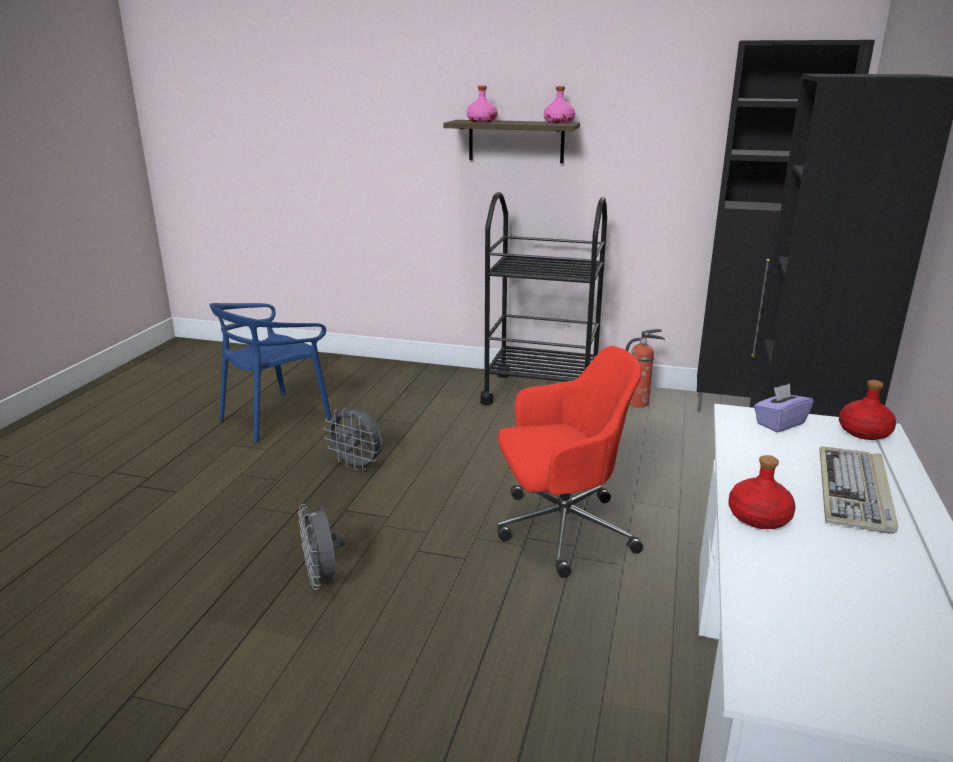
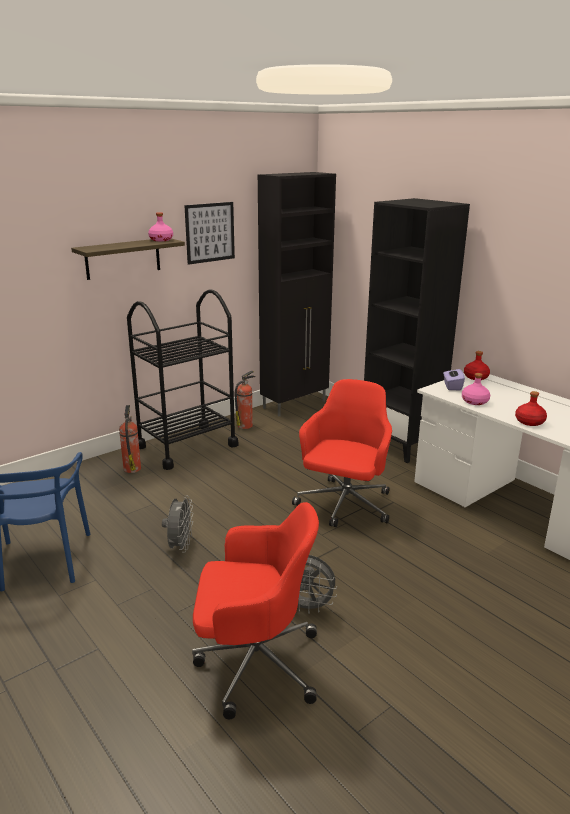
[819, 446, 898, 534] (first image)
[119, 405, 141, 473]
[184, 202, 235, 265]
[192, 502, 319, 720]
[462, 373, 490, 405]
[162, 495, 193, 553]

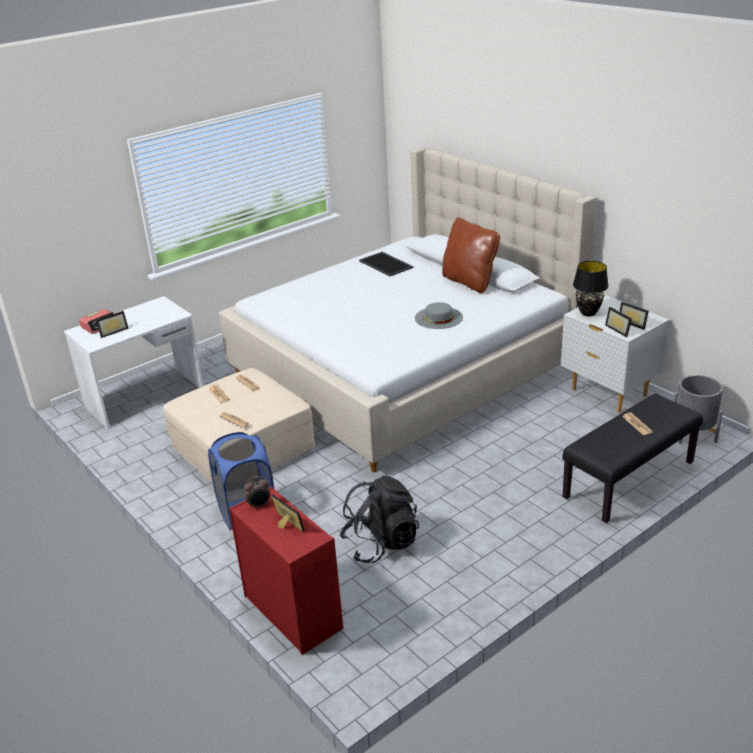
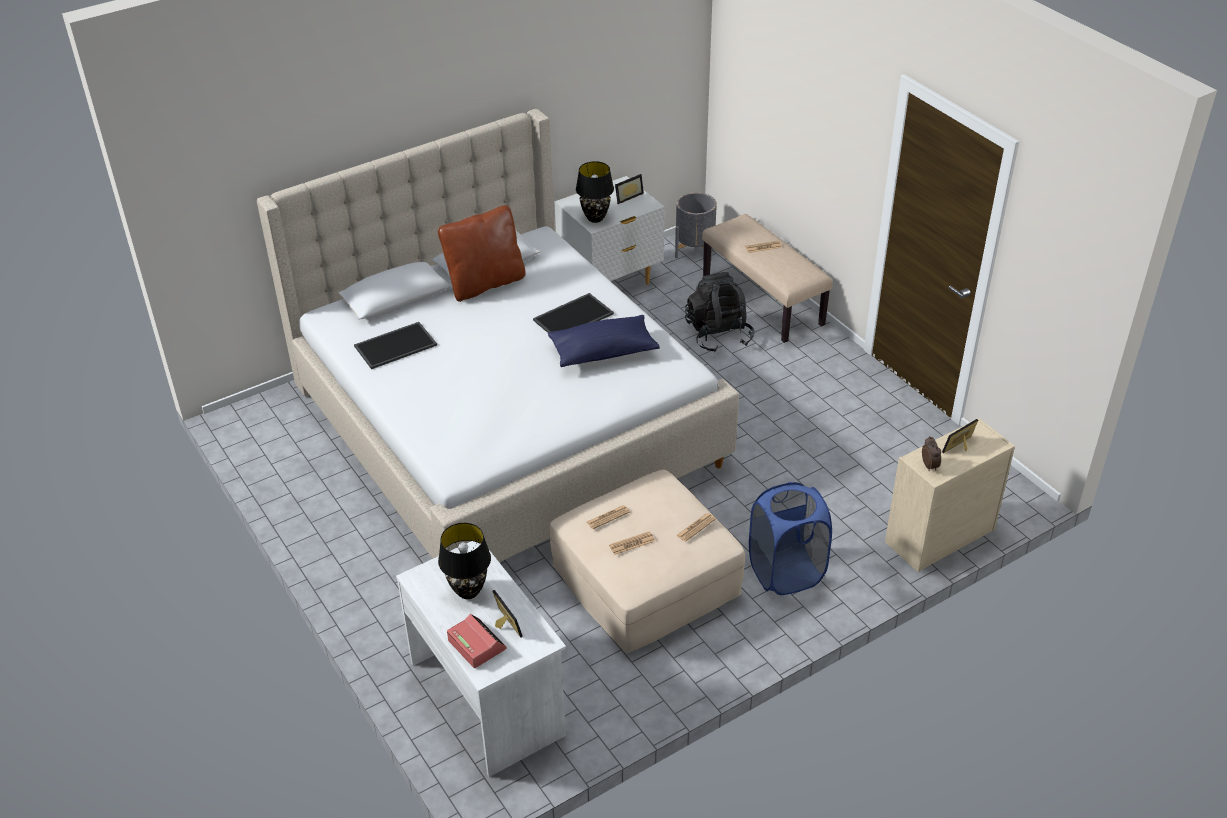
[605, 307, 632, 337] (first image)
[438, 523, 491, 599]
[548, 315, 660, 367]
[685, 272, 755, 352]
[533, 293, 614, 333]
[885, 418, 1015, 572]
[702, 214, 833, 343]

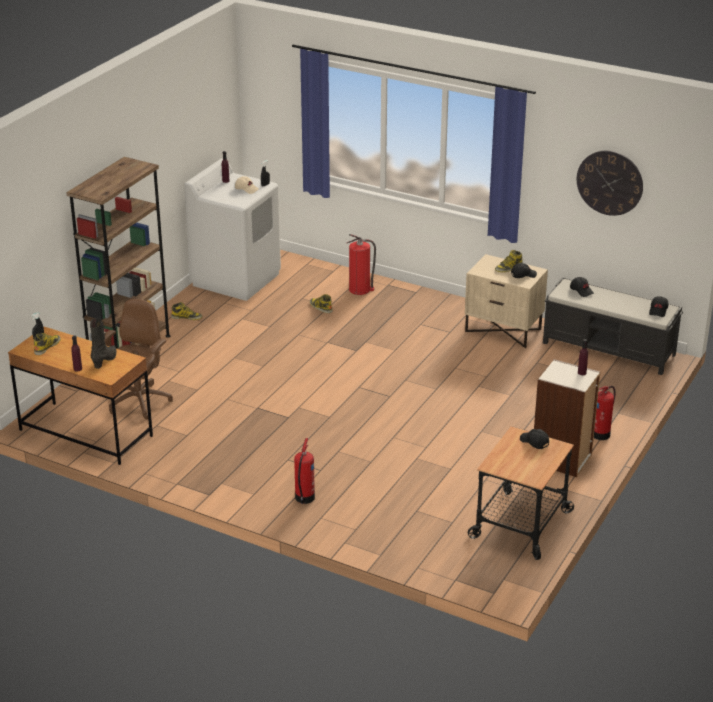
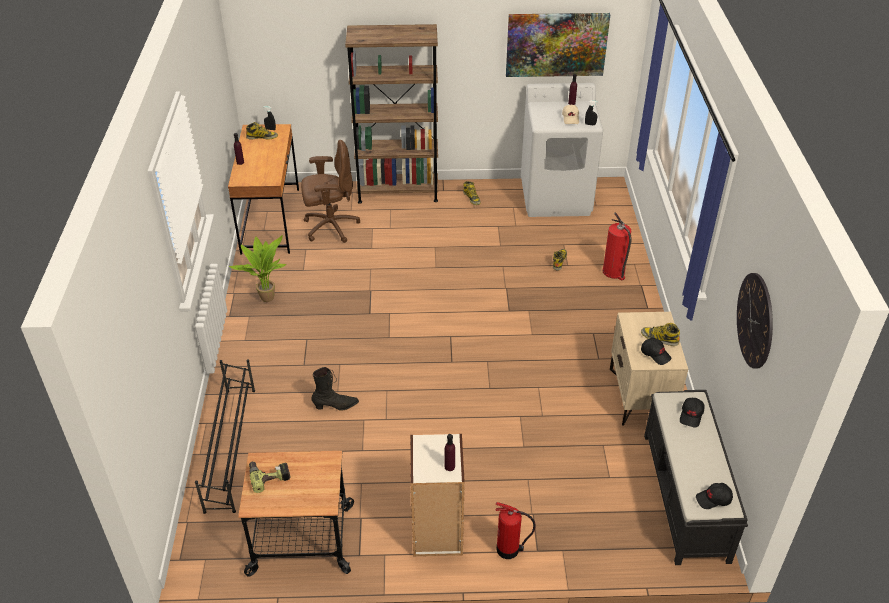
[294, 438, 315, 504] (first image)
[520, 429, 549, 449] (first image)
[195, 359, 255, 514]
[229, 235, 286, 302]
[249, 462, 291, 493]
[506, 13, 610, 77]
[312, 367, 359, 411]

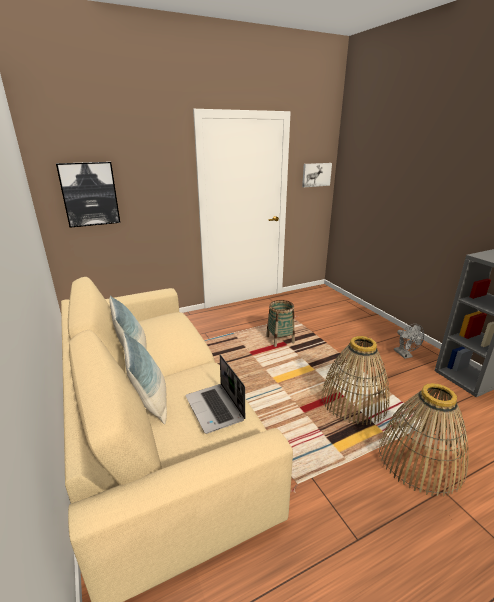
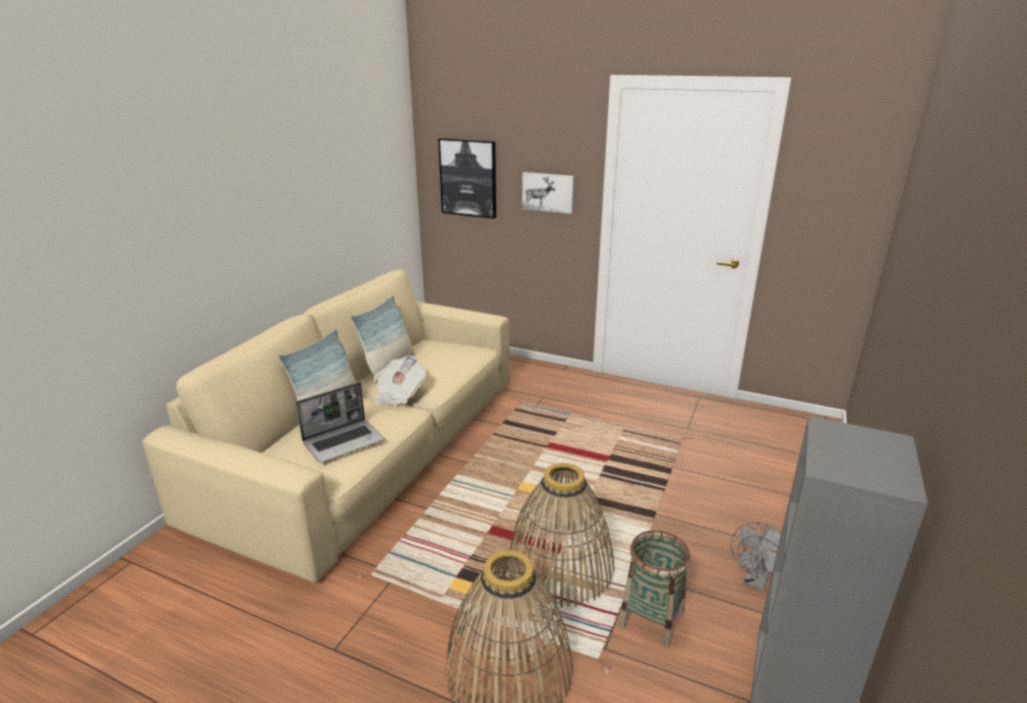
[375, 356, 426, 405]
[619, 530, 690, 647]
[522, 172, 575, 214]
[296, 382, 384, 463]

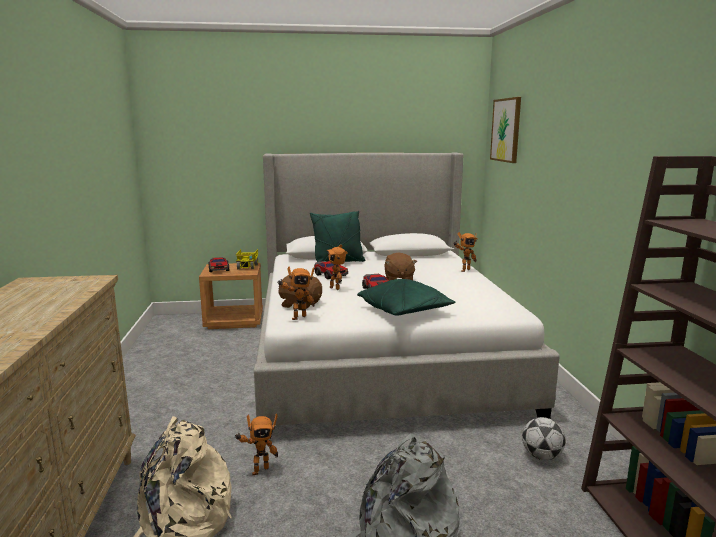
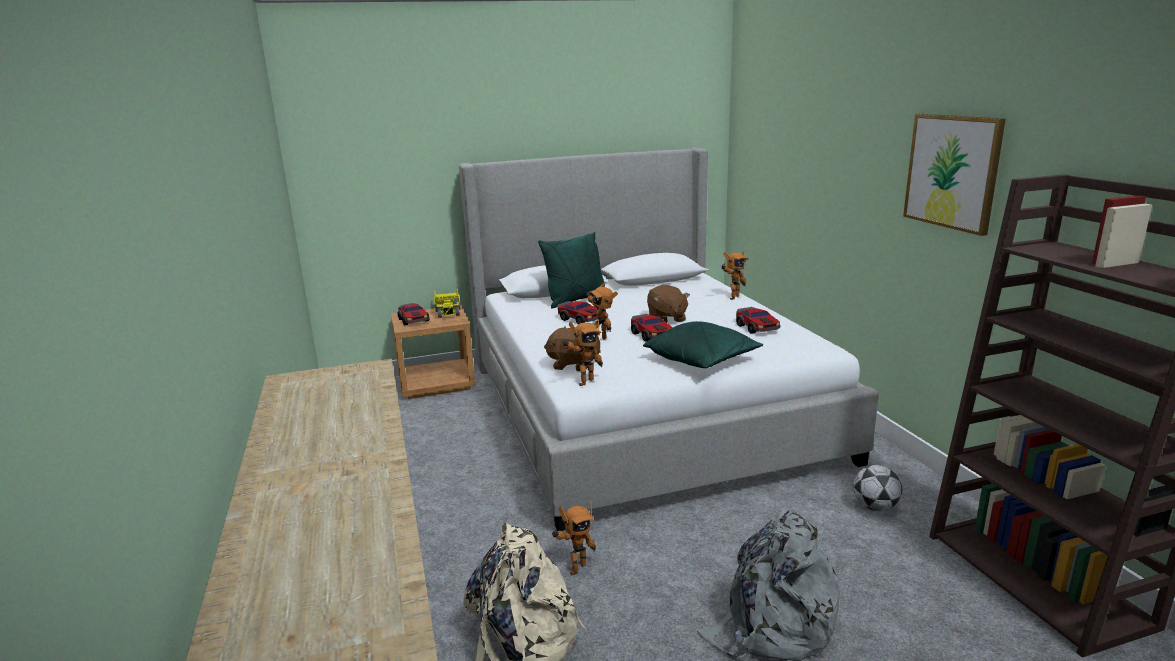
[736, 307, 780, 334]
[903, 114, 1006, 236]

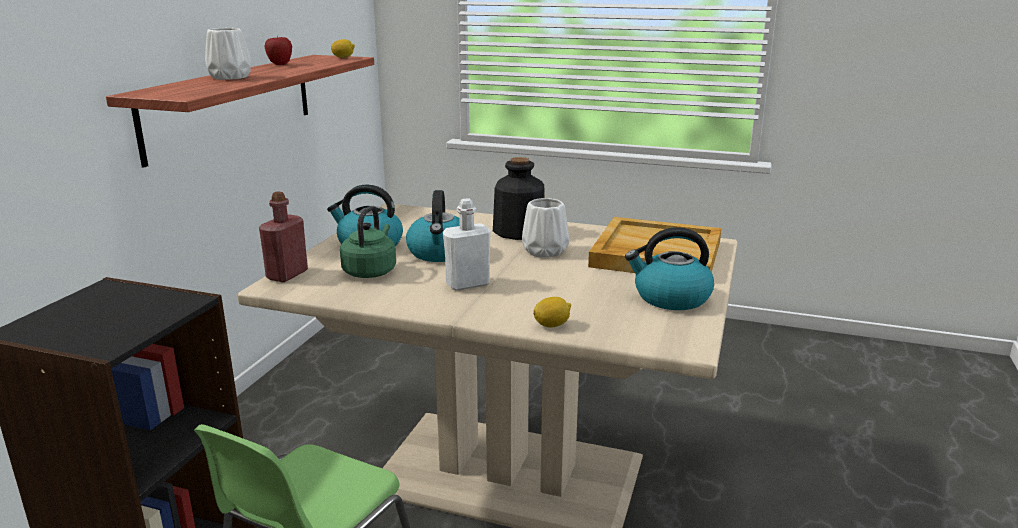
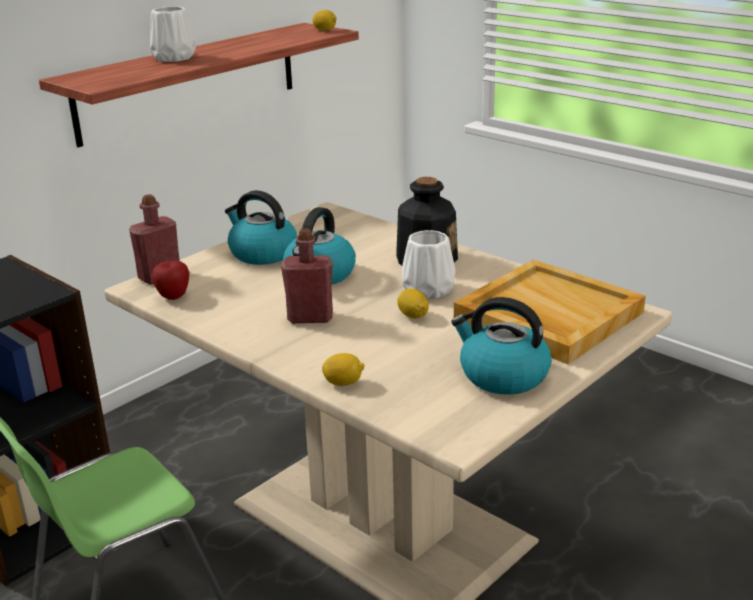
[340, 206, 396, 278] (first image)
[397, 288, 429, 319]
[151, 260, 190, 300]
[281, 229, 333, 323]

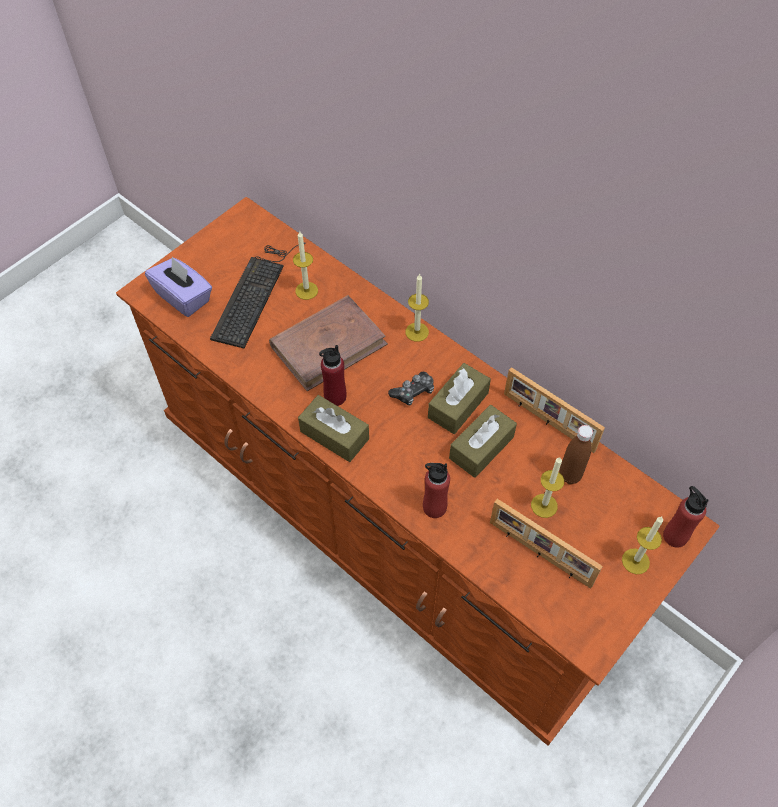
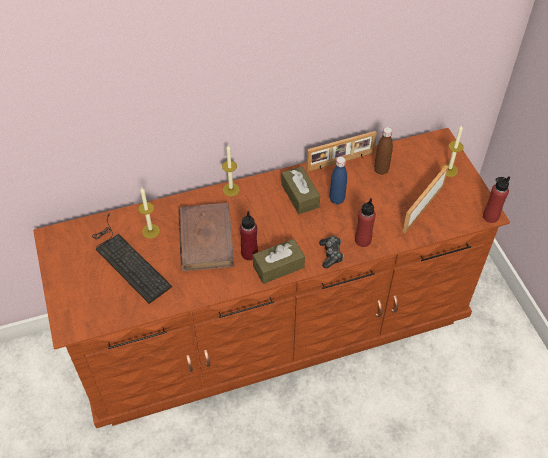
[145, 257, 212, 317] (first image)
[531, 457, 564, 518] (first image)
[319, 236, 344, 268]
[483, 176, 510, 223]
[330, 157, 347, 205]
[402, 165, 449, 233]

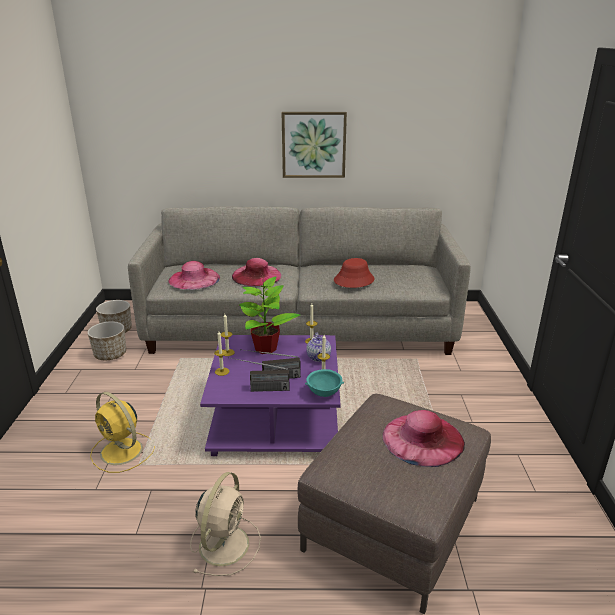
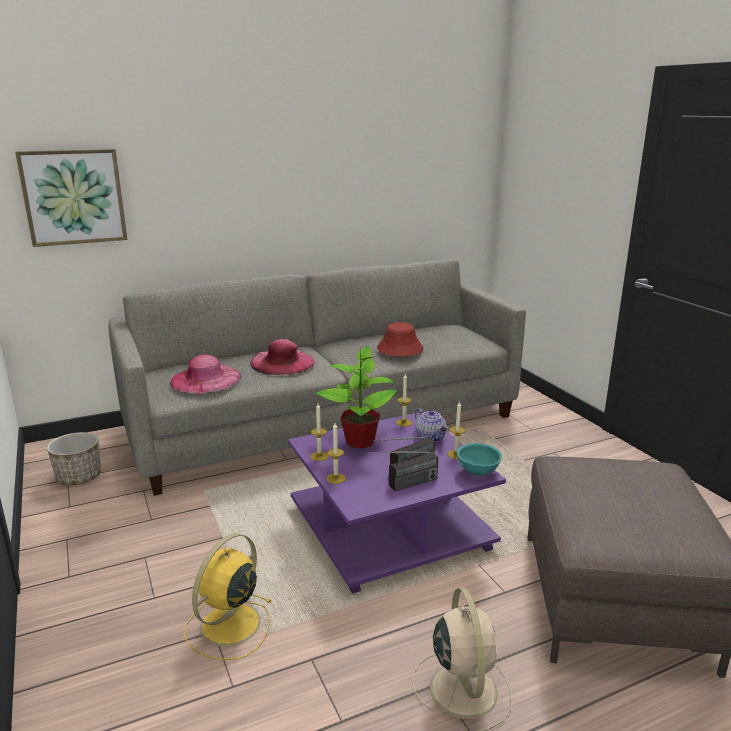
[87, 321, 126, 360] (first image)
[382, 410, 465, 467] (first image)
[15, 149, 127, 247]
[184, 533, 271, 660]

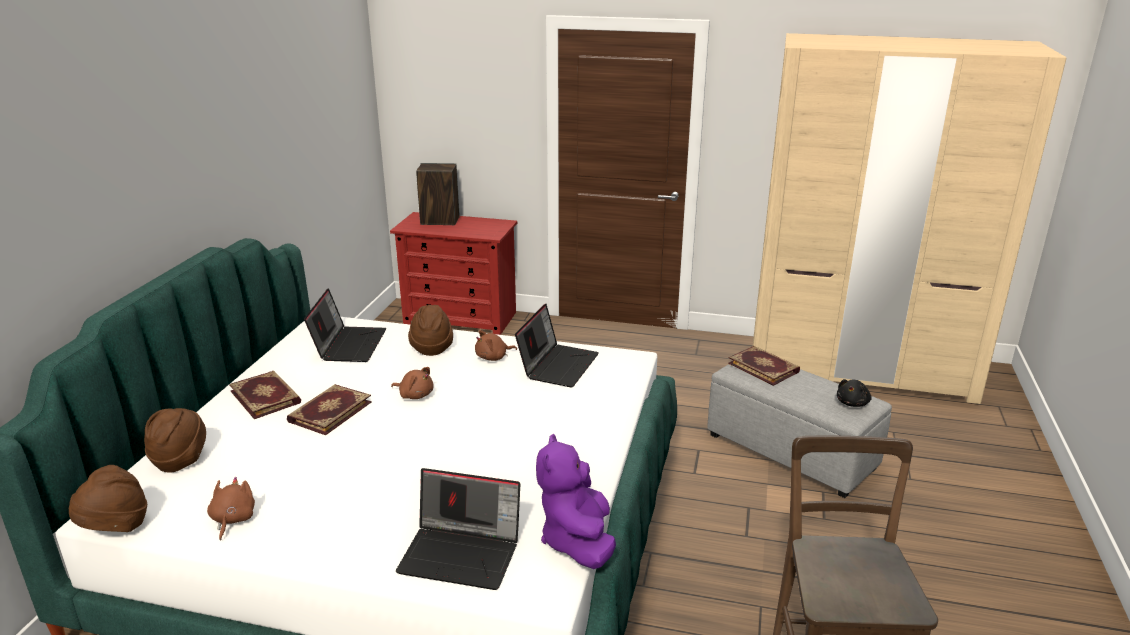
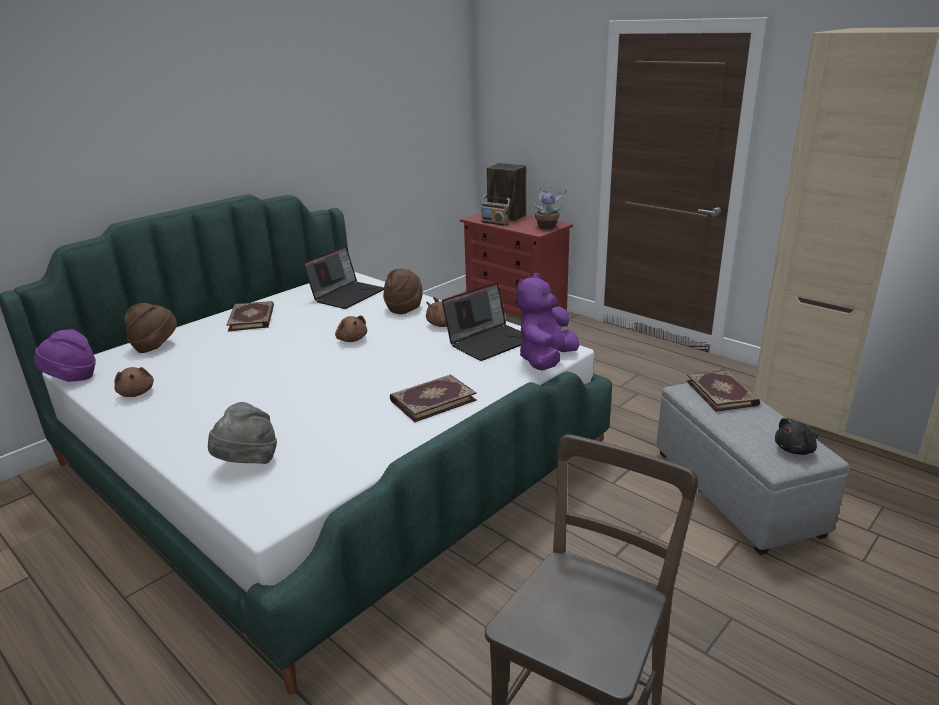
[481, 195, 510, 226]
[534, 187, 567, 229]
[390, 375, 477, 422]
[517, 273, 579, 370]
[208, 402, 277, 464]
[34, 329, 96, 382]
[114, 367, 154, 397]

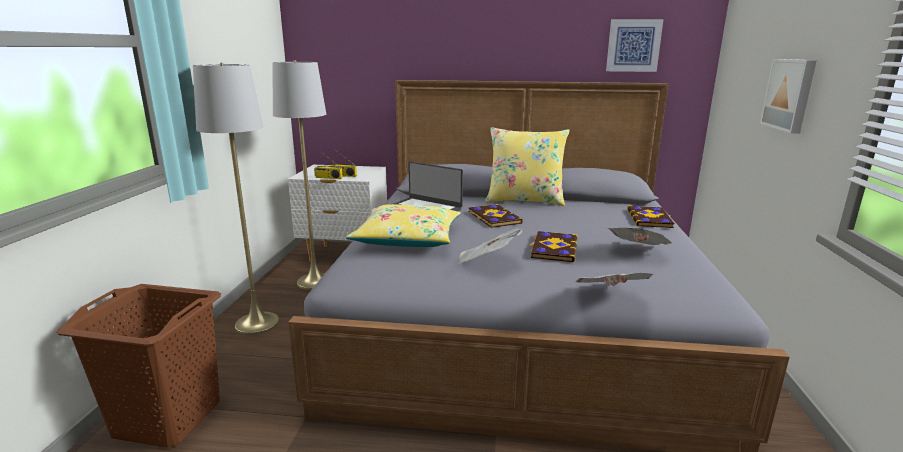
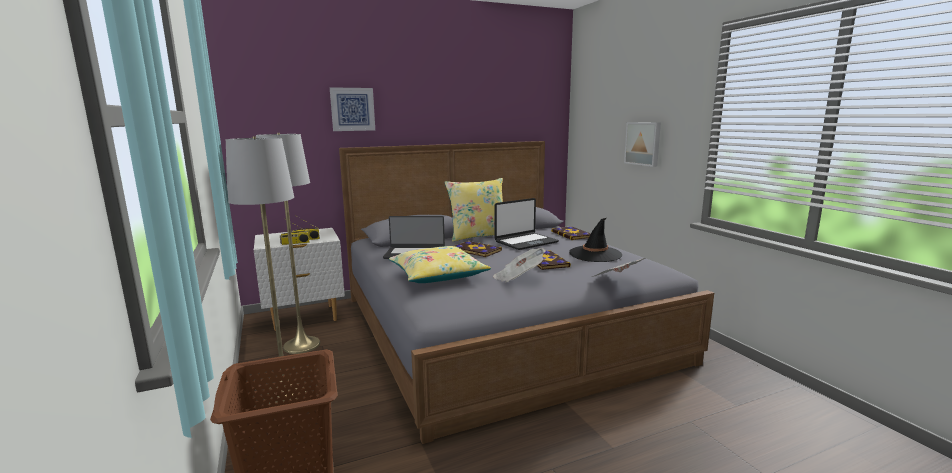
[495, 198, 559, 250]
[330, 87, 375, 131]
[569, 218, 622, 262]

